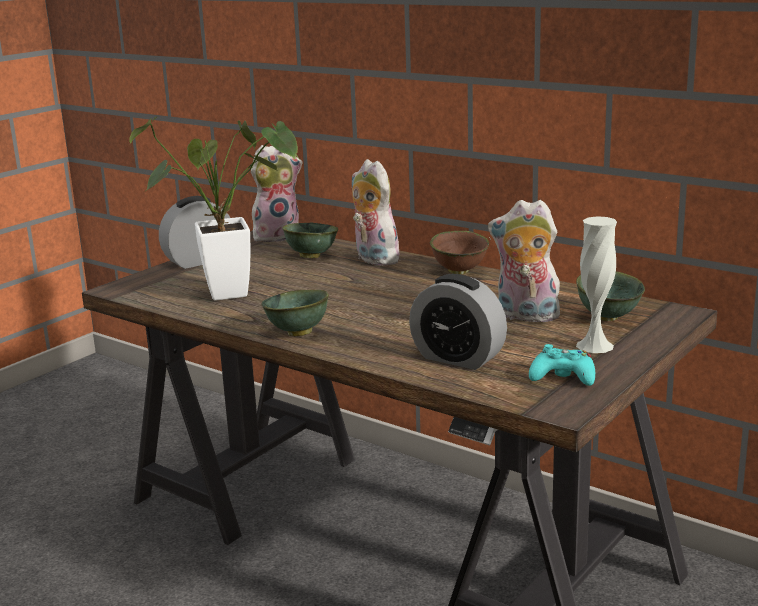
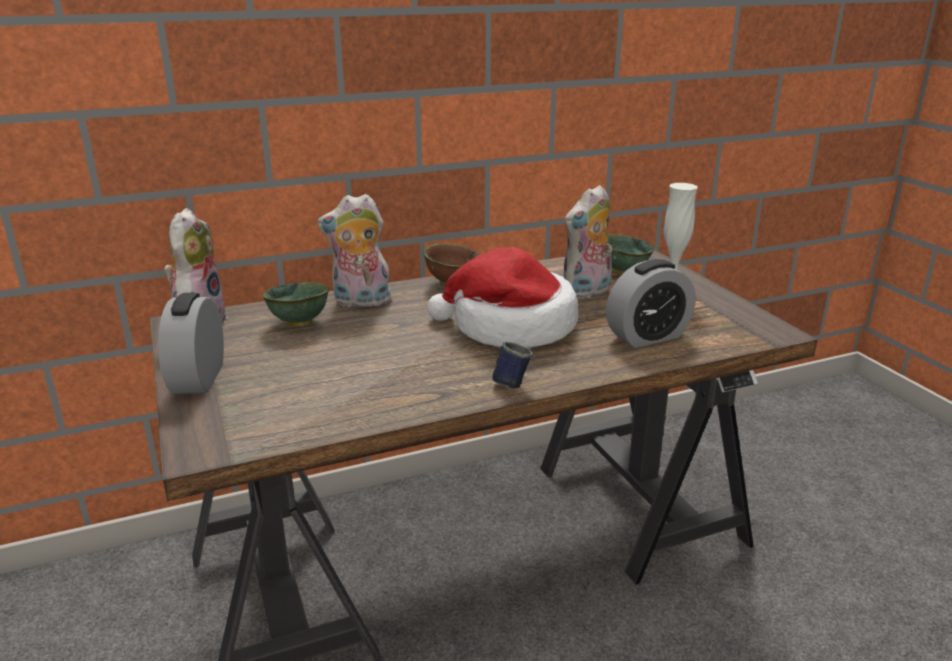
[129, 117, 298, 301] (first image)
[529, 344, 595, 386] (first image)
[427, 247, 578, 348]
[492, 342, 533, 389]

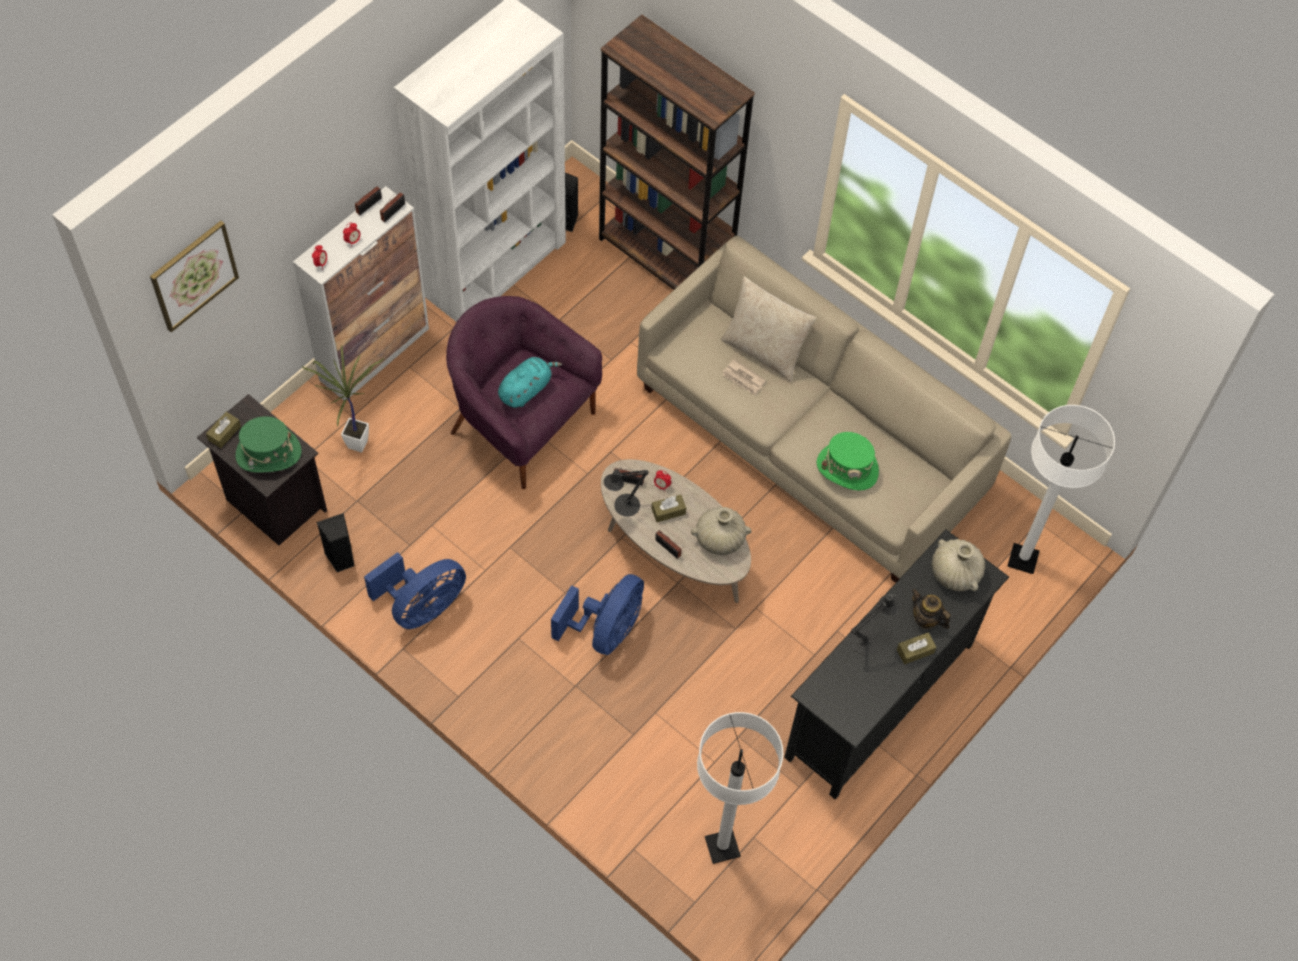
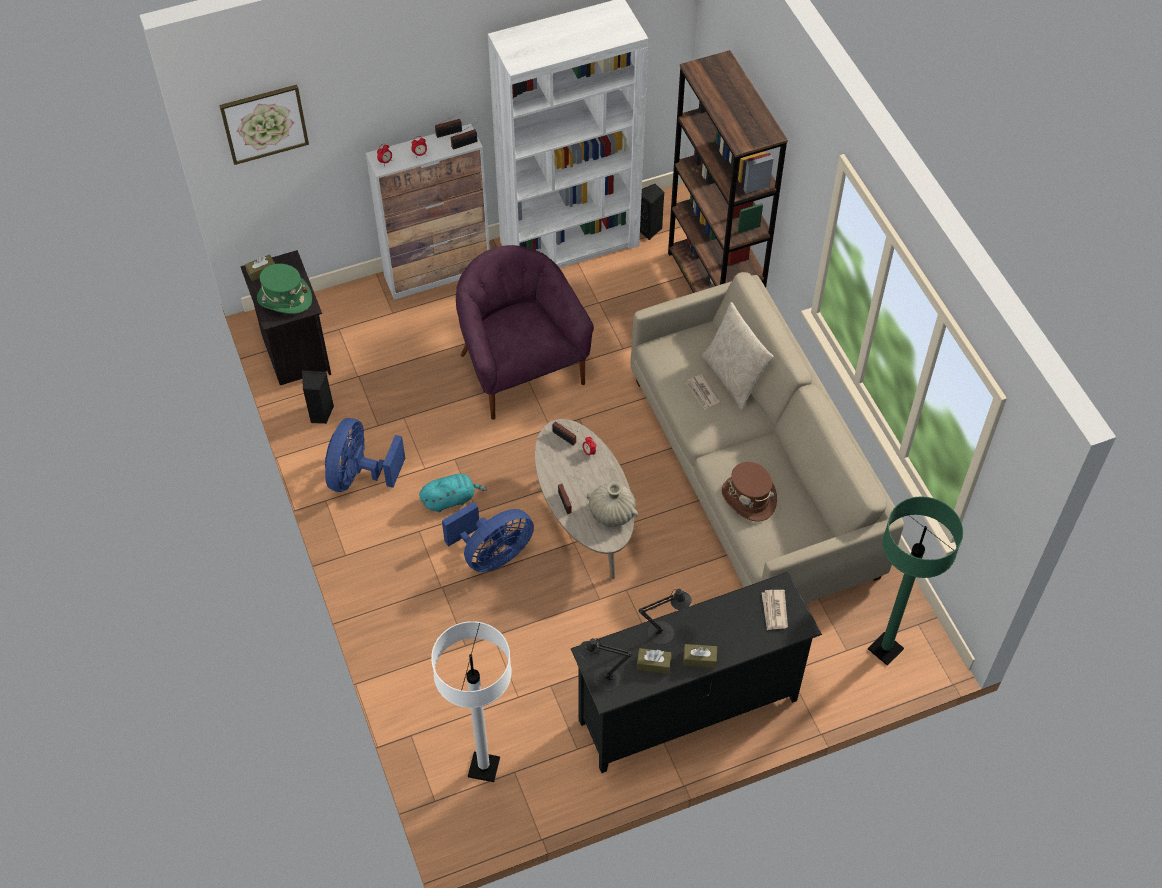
[302, 346, 384, 452] (first image)
[912, 589, 951, 629] (first image)
[419, 473, 487, 512]
[579, 638, 632, 692]
[637, 648, 671, 674]
[762, 590, 788, 630]
[722, 462, 777, 522]
[868, 496, 963, 666]
[325, 418, 405, 492]

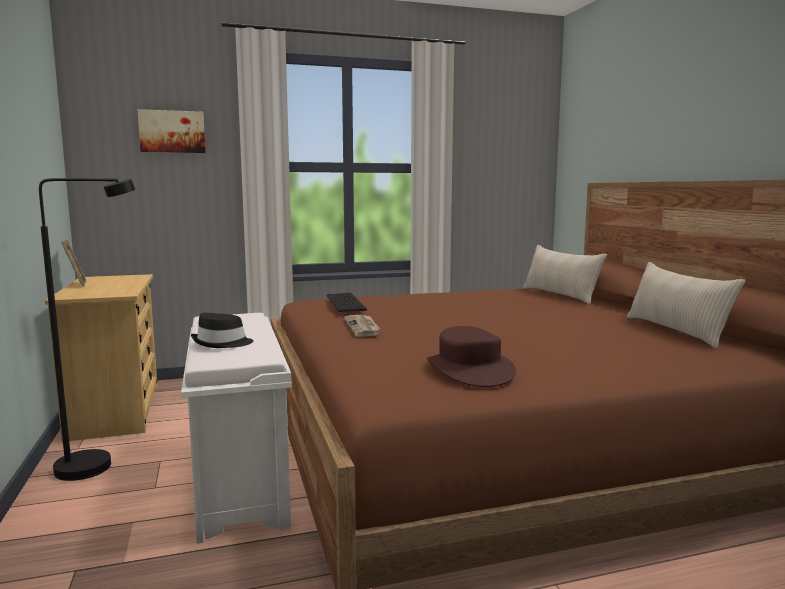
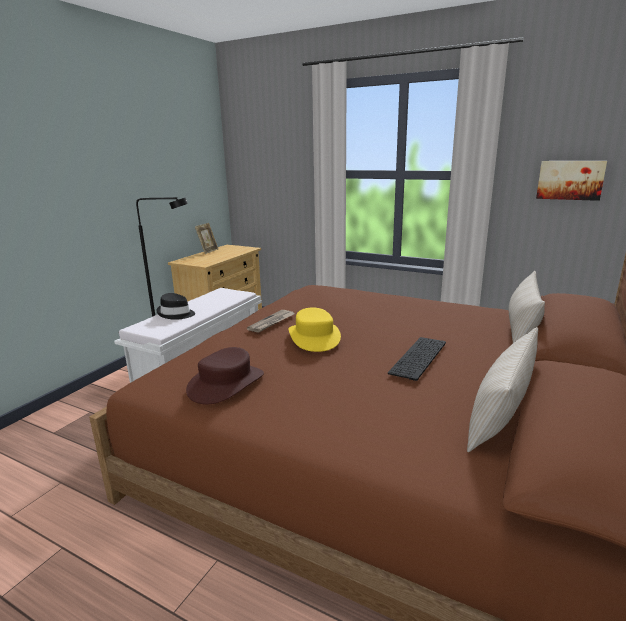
[289, 308, 341, 352]
[536, 161, 607, 201]
[388, 337, 446, 381]

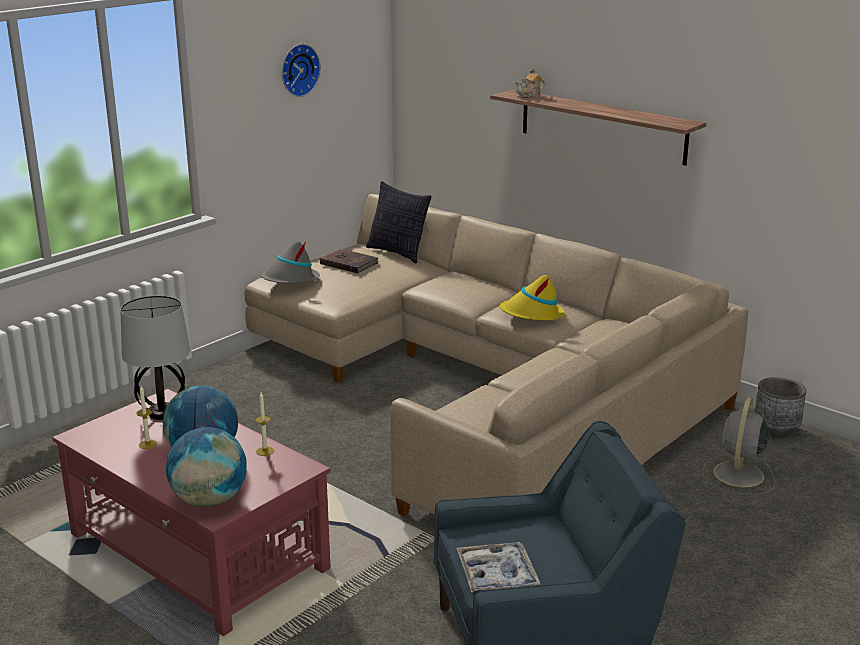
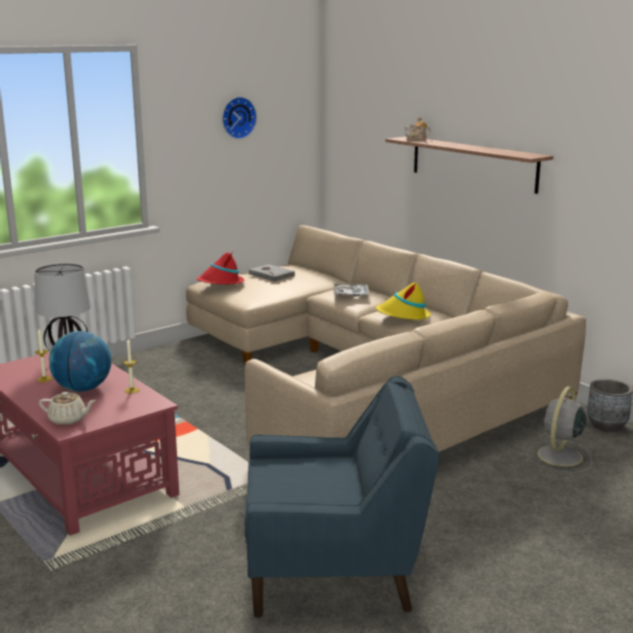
[366, 181, 432, 263] (first image)
[333, 284, 370, 296]
[39, 392, 96, 425]
[197, 252, 245, 284]
[249, 264, 296, 281]

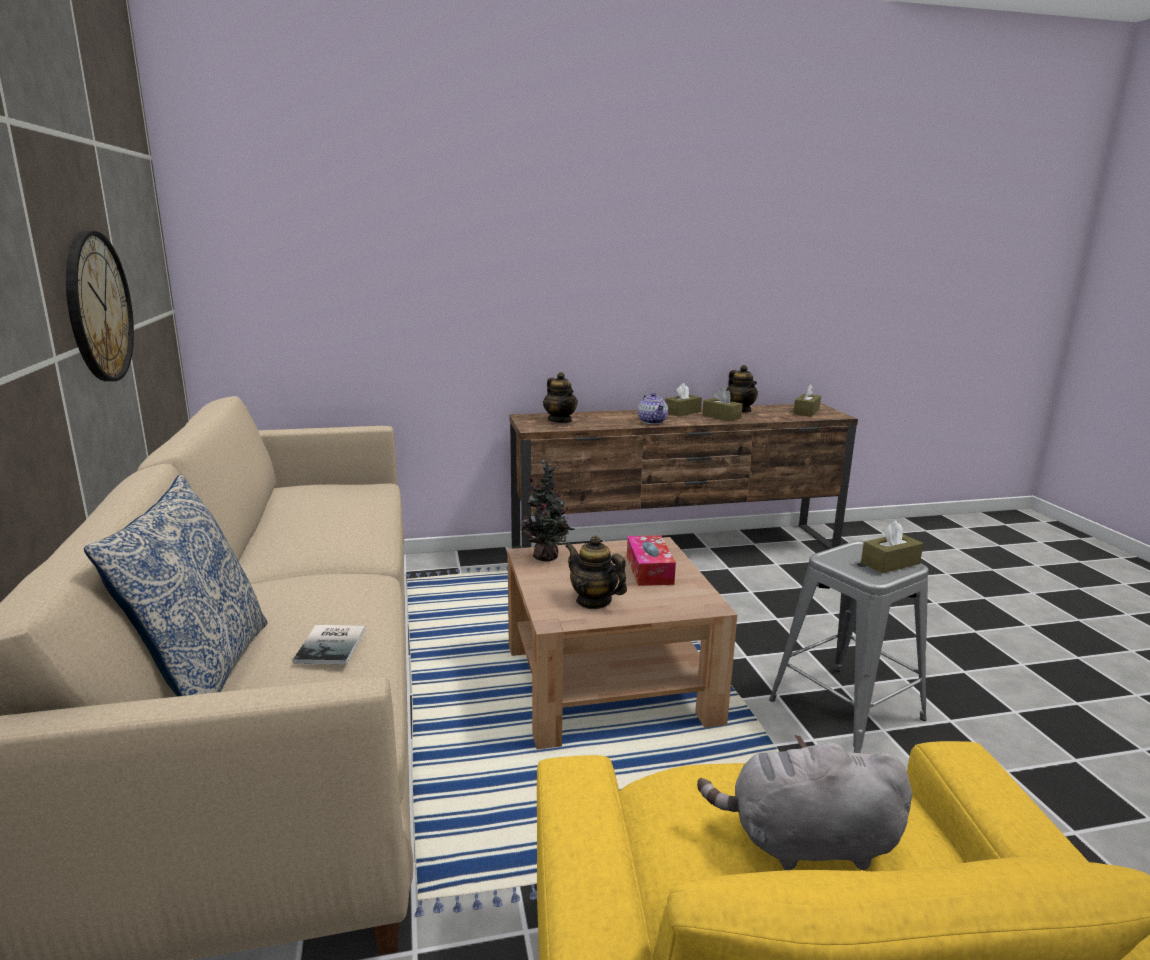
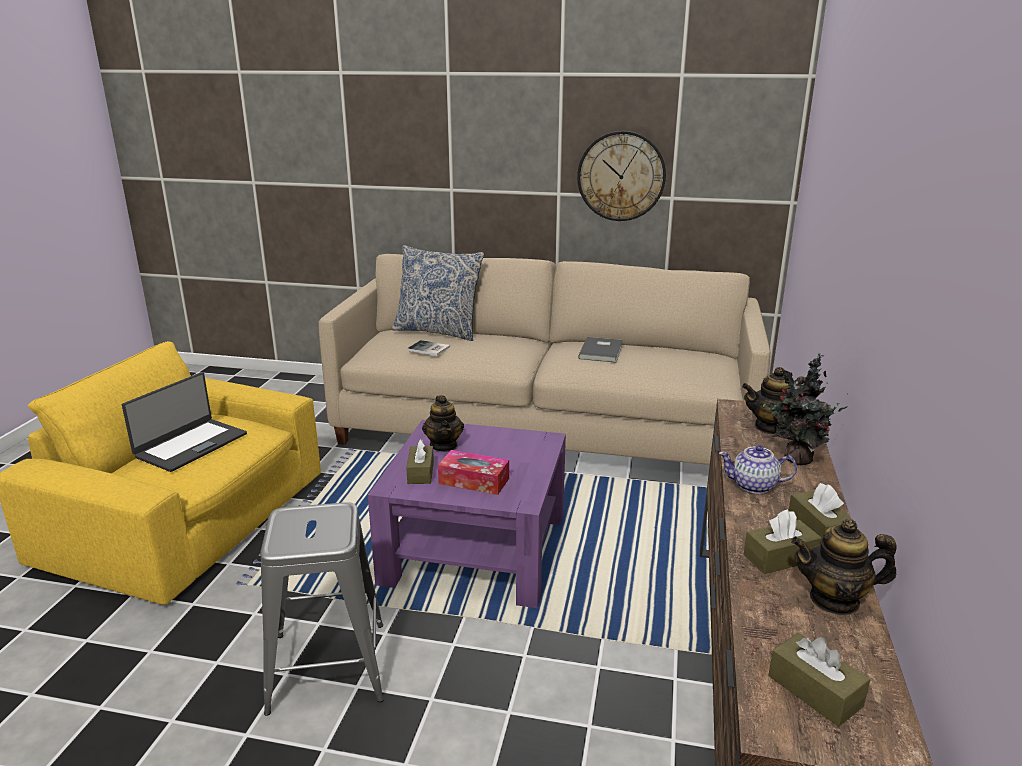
[578, 337, 623, 363]
[763, 353, 848, 465]
[406, 439, 434, 484]
[122, 372, 247, 472]
[368, 420, 566, 608]
[422, 395, 464, 452]

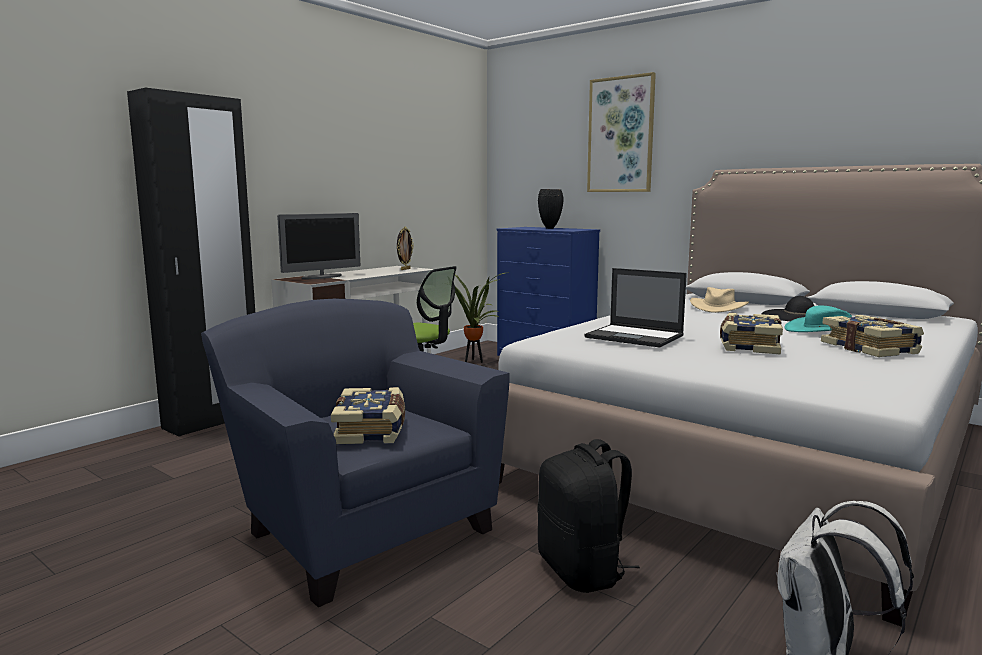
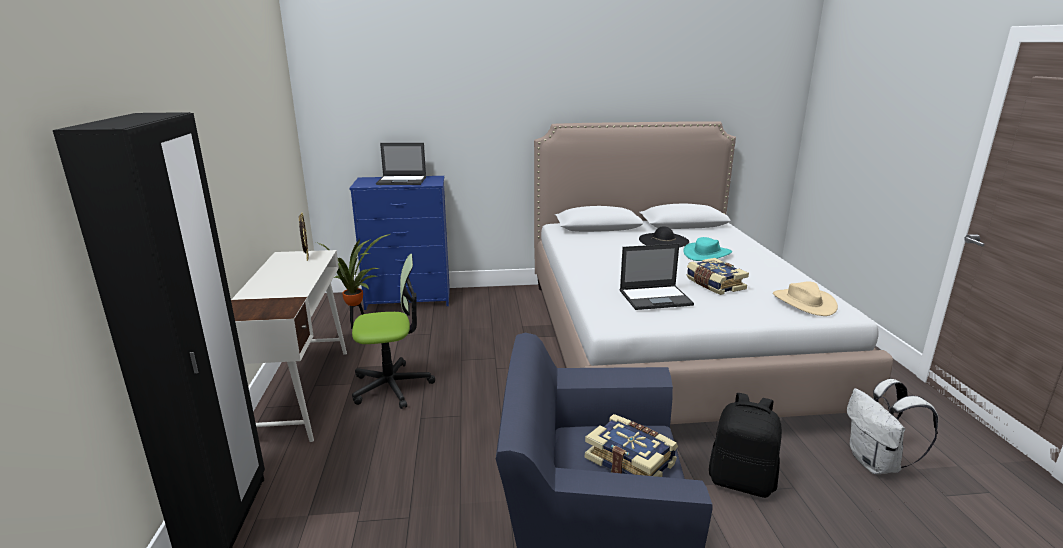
[277, 213, 361, 279] (first image)
[587, 72, 656, 192] (first image)
[821, 315, 924, 357] (first image)
[773, 282, 838, 316]
[376, 143, 426, 185]

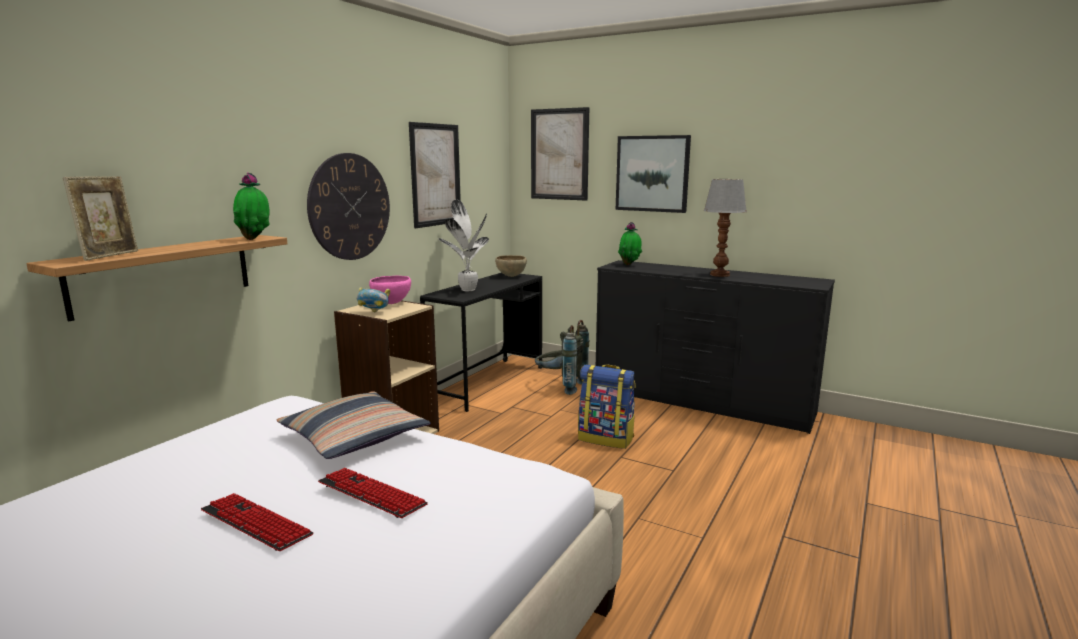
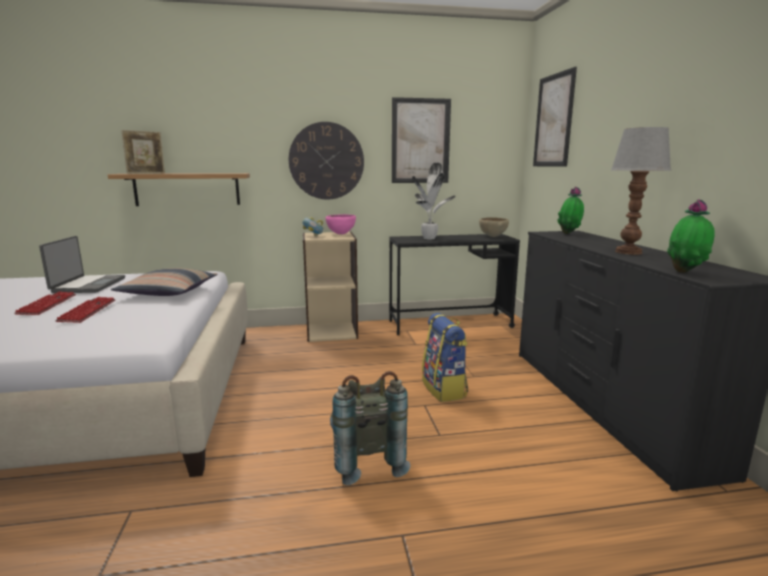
[616, 135, 691, 213] (first image)
[39, 236, 125, 293]
[667, 199, 715, 273]
[330, 371, 411, 485]

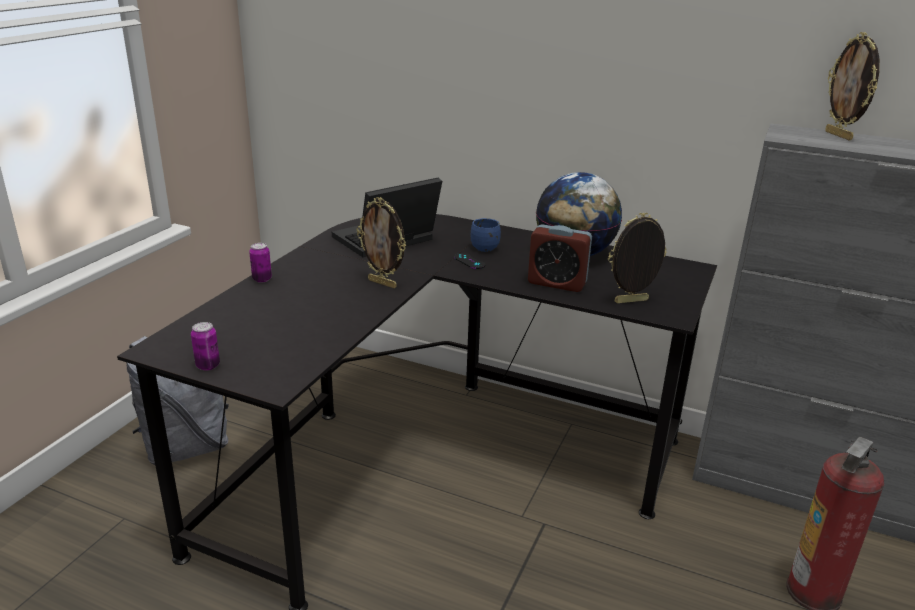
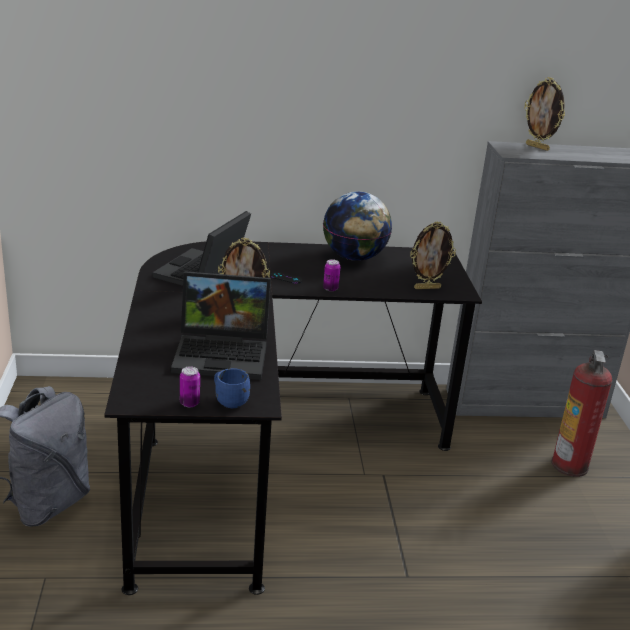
[528, 224, 592, 292] (first image)
[171, 271, 271, 380]
[323, 259, 340, 291]
[214, 368, 250, 408]
[410, 221, 456, 289]

